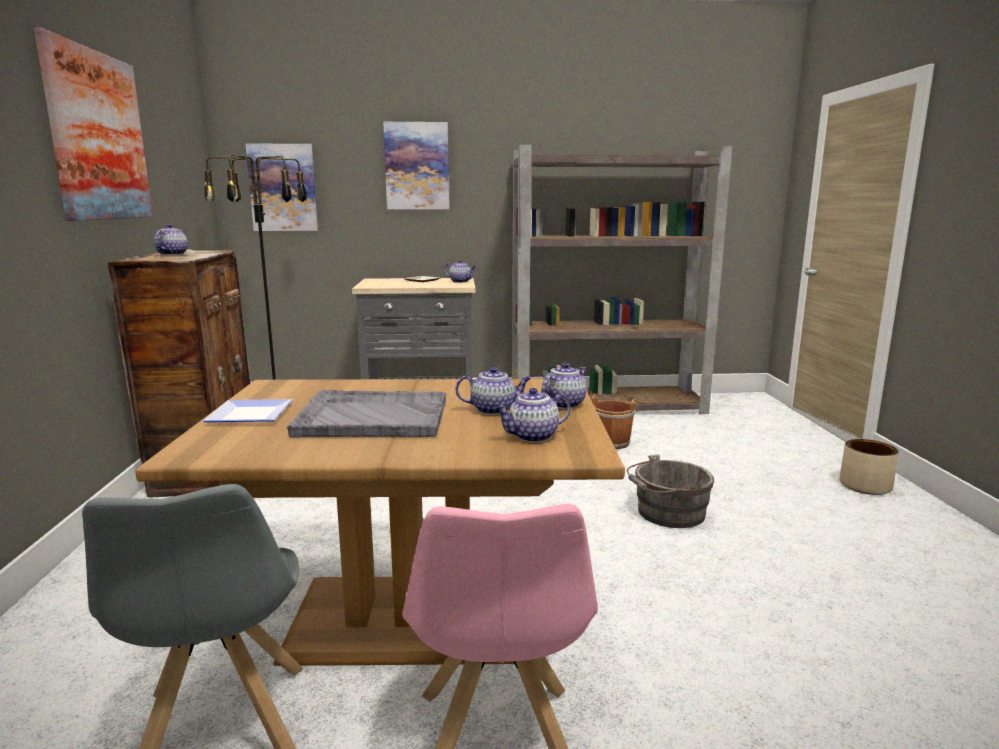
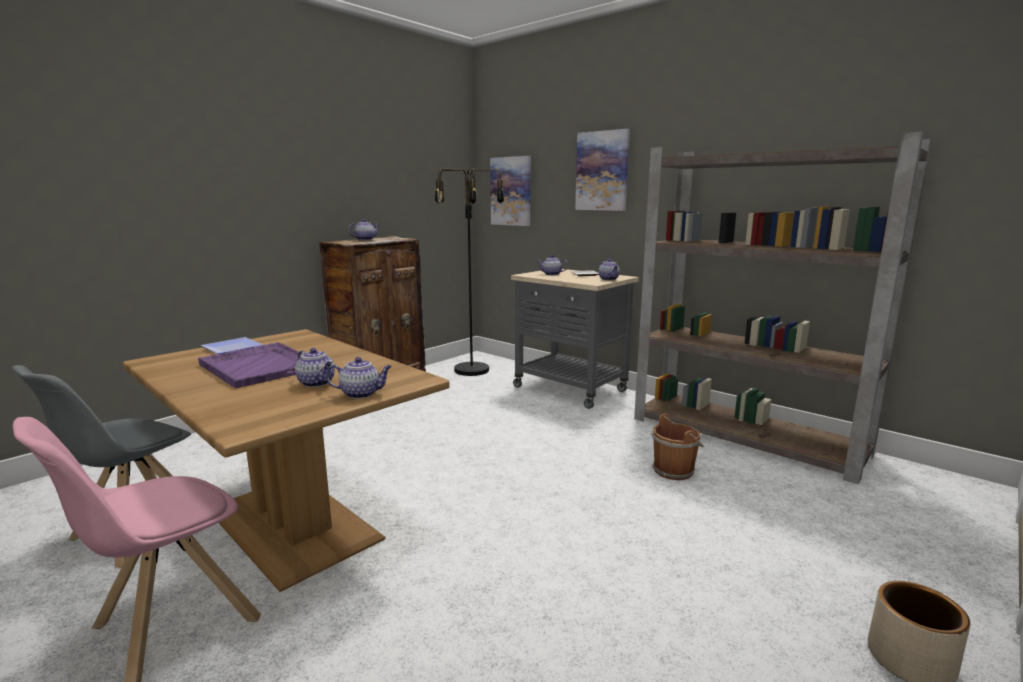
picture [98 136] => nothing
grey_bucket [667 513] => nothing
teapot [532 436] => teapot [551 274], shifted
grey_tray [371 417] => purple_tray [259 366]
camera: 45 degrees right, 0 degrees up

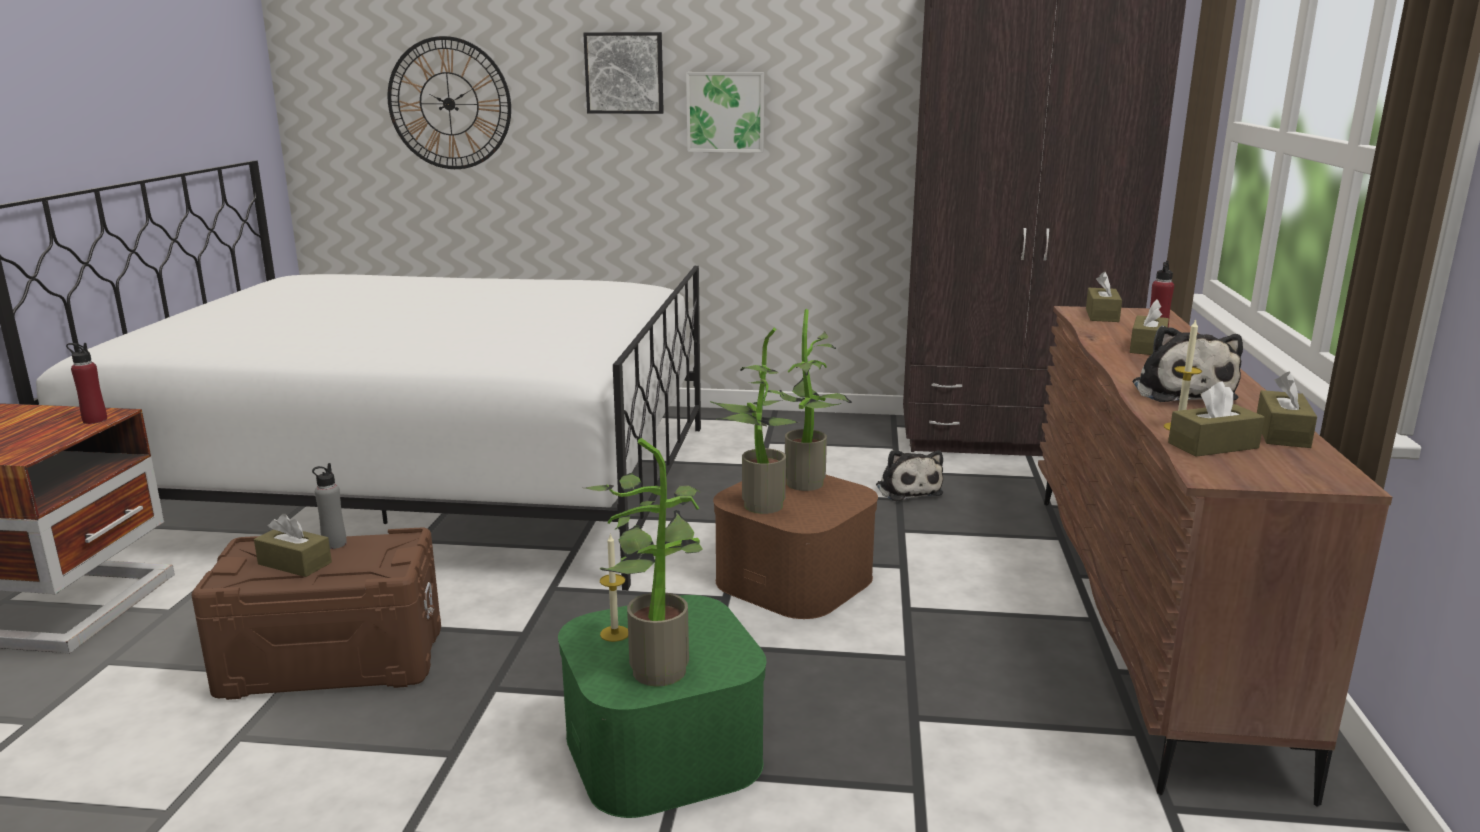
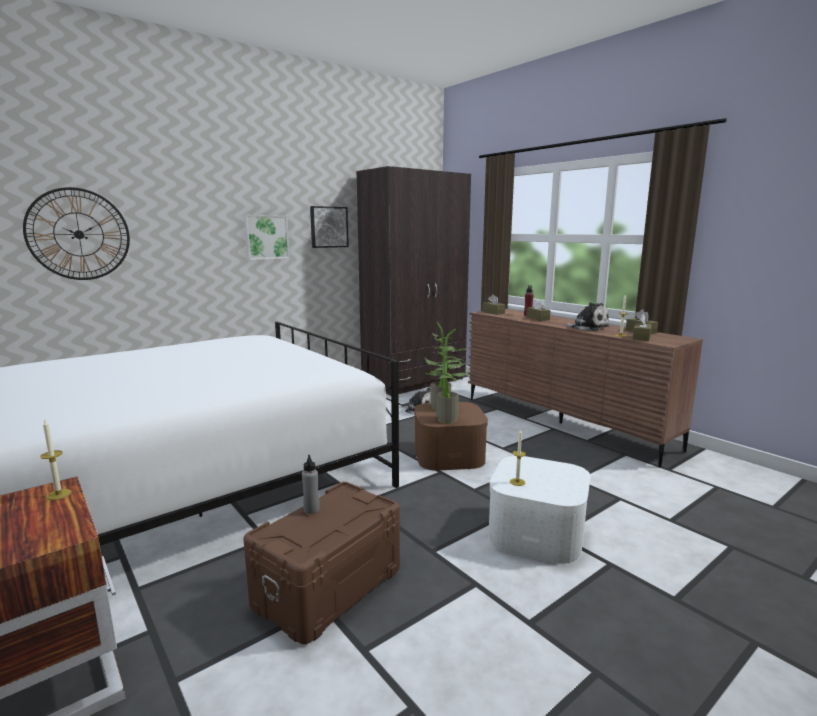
brown_tissue_box [295 563] => nothing
potted_plant [657 666] => nothing
picture [625 73] => picture [328 227], shifted
red_bottle [95 420] => candle [58 494]
green_storage_box [663 748] => white_storage_box [537 532]
camera: 45 degrees left, 5 degrees down

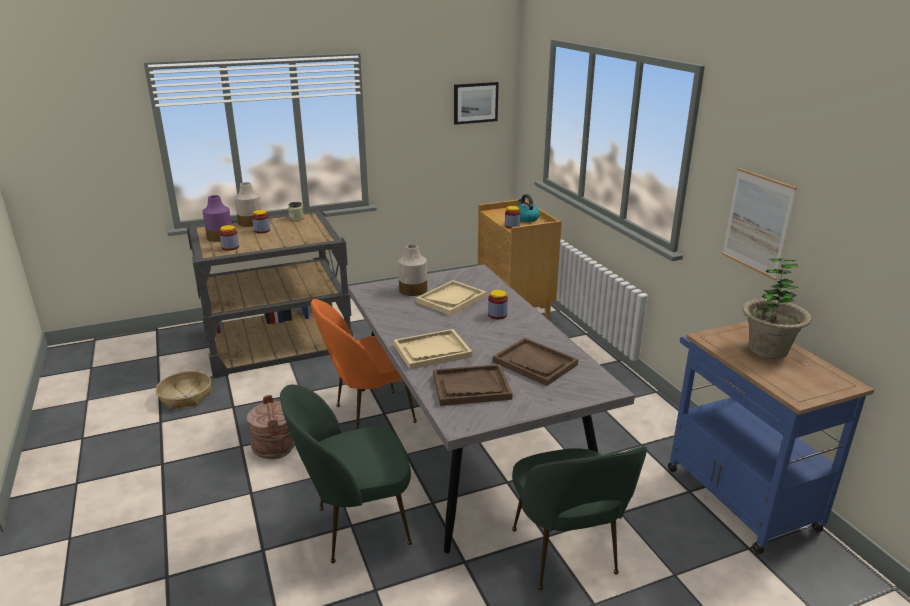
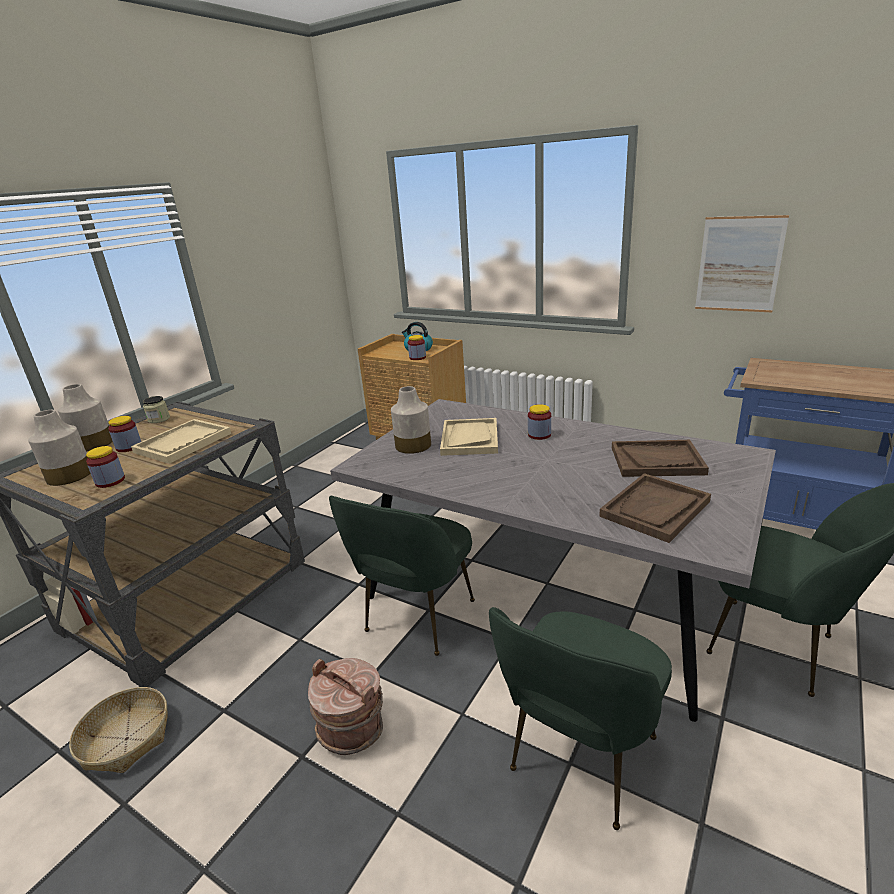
picture [475 102] => nothing
potted_plant [768 349] => nothing
beige_tray [432 351] => beige_tray [183 443], shifted
purple_vase [219 237] => beige_vase [69 475]
orange_chair [368 416] => green_chair [415 622]
camera: 35 degrees left, 0 degrees up

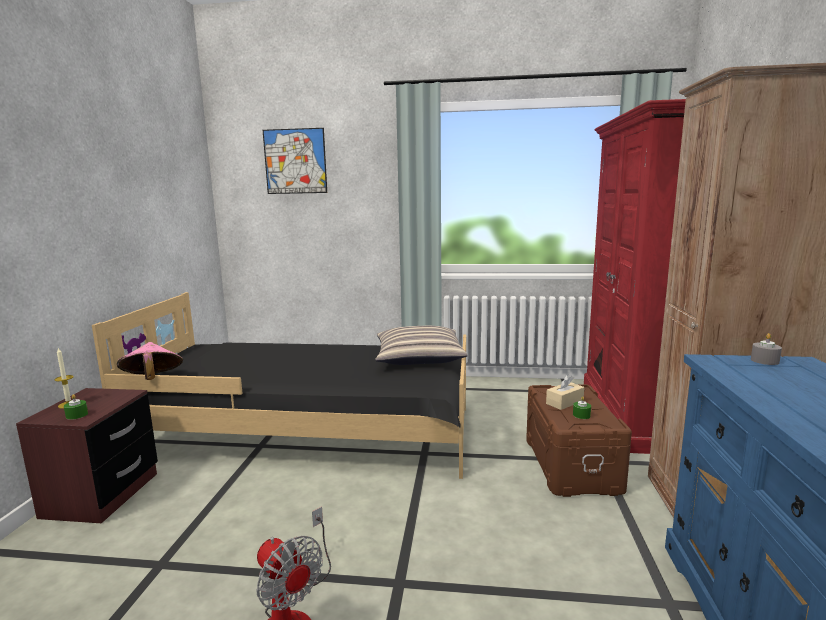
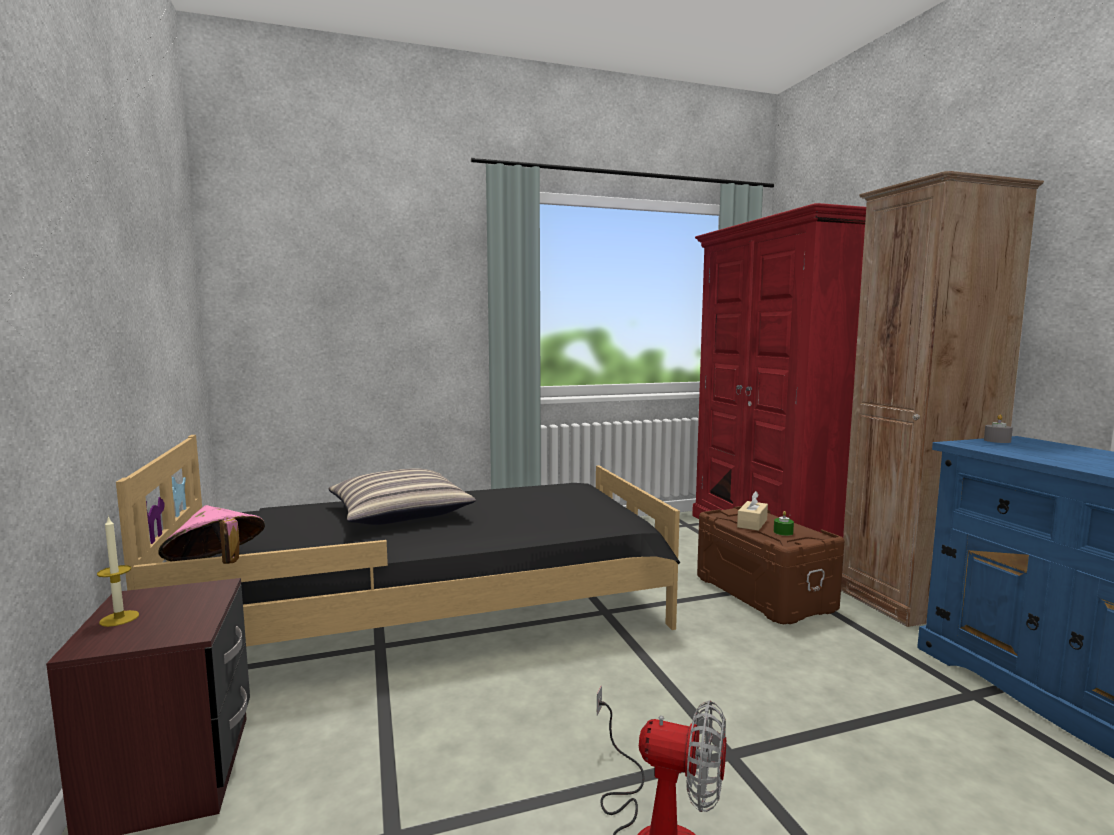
green_candle [77 415] => nothing
picture [295 161] => nothing
pillow [419 357] => pillow [400 513], shifted
camera: 25 degrees left, 5 degrees down

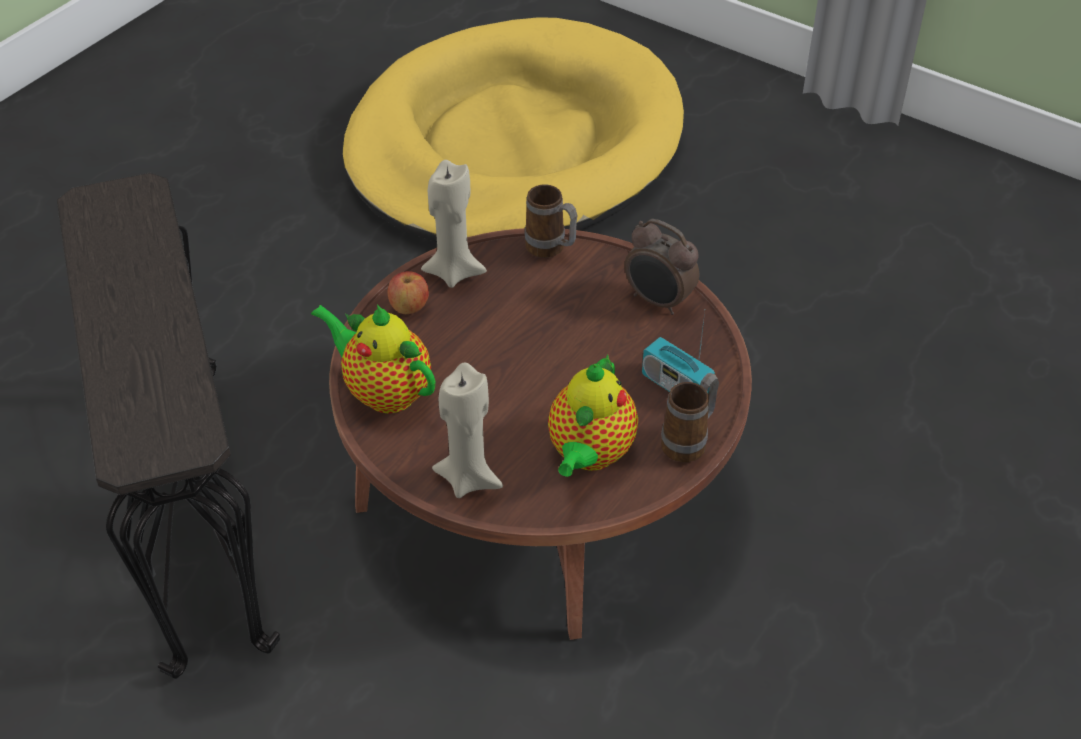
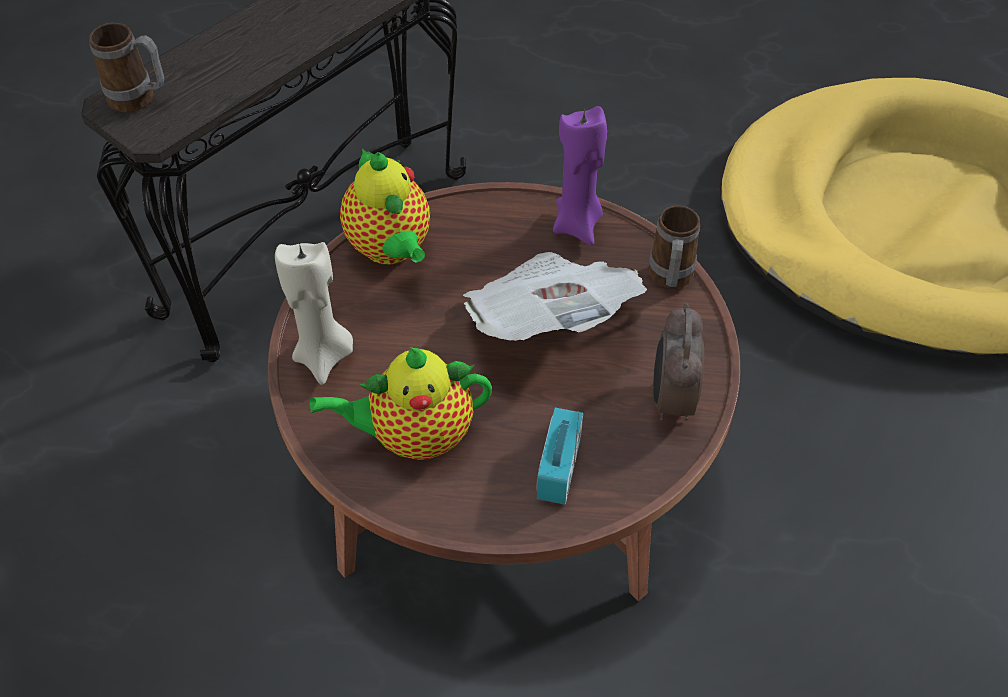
apple [409 307] => nothing
nothing => newspaper [549 324]
mug [689 441] => mug [140 100], shifted
beige_candle [454 272] => purple_candle [578 225]
teapot [384 391] => teapot [391 250], 150 degrees clockwise
camera: 60 degrees right, 5 degrees up

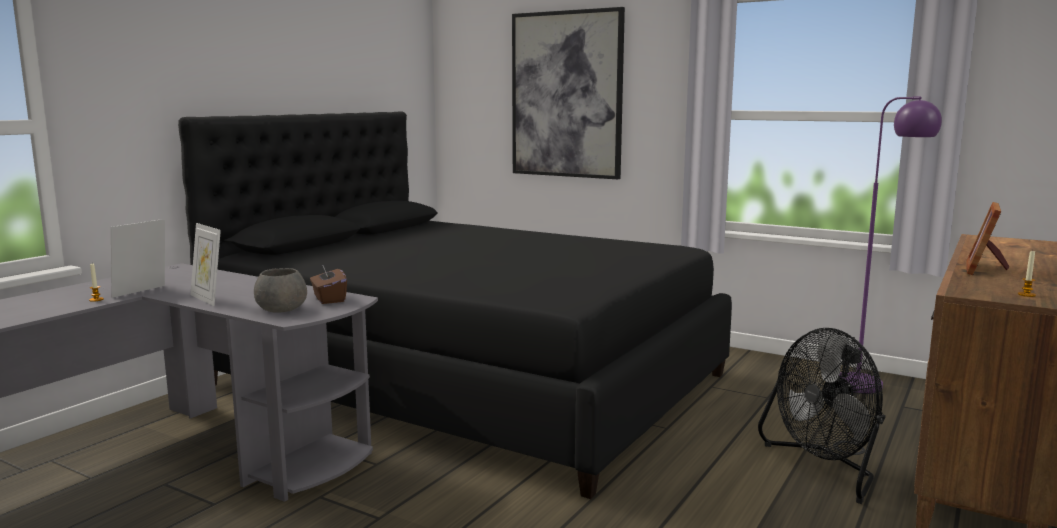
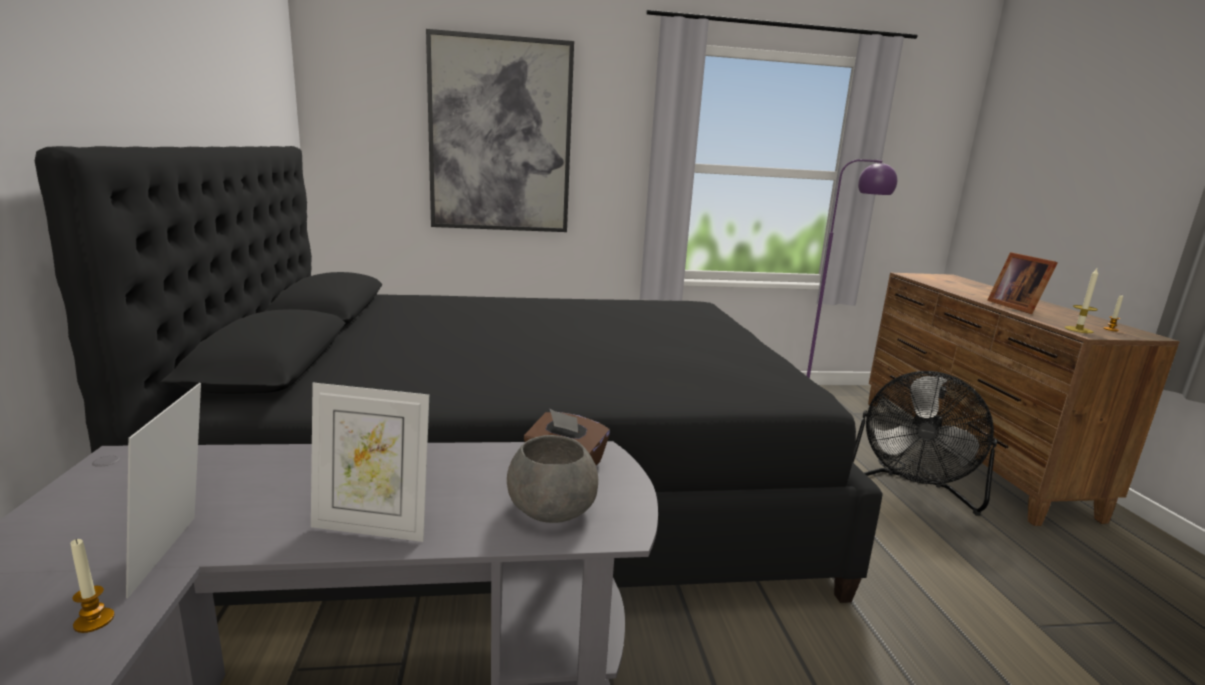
nothing => candle [1078 330]
camera: 40 degrees left, 5 degrees up

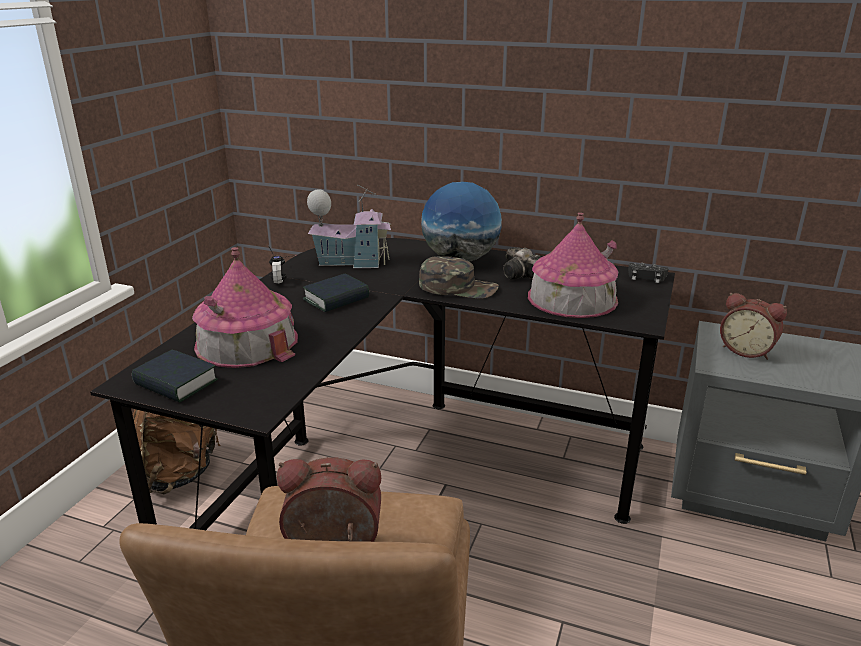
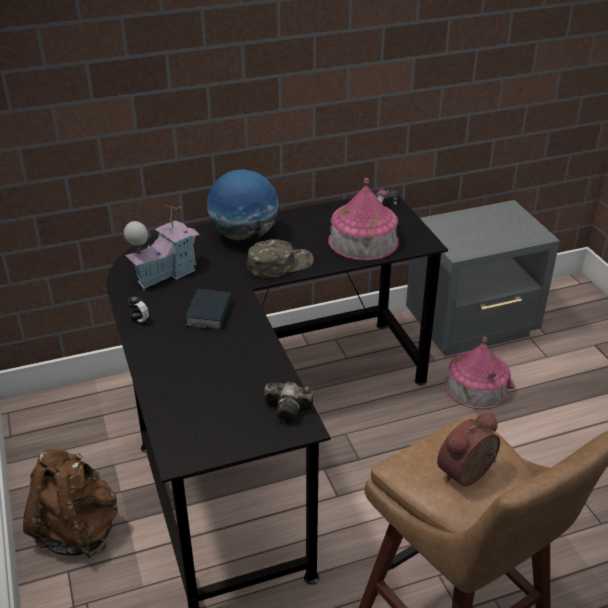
book [176 383] => nothing
alarm_clock [747 350] => nothing
toy_house [247 342] => toy_house [476 387], shifted
photo_camera [520 275] => photo_camera [290 410], shifted
camera: 40 degrees left, 10 degrees up

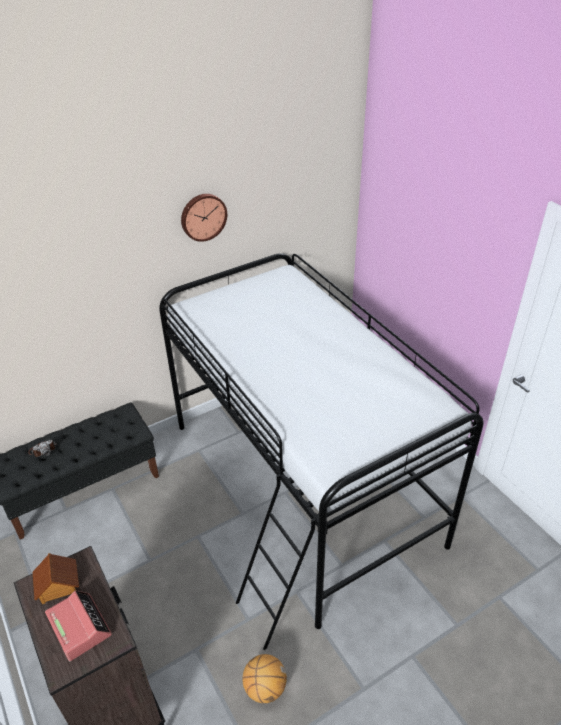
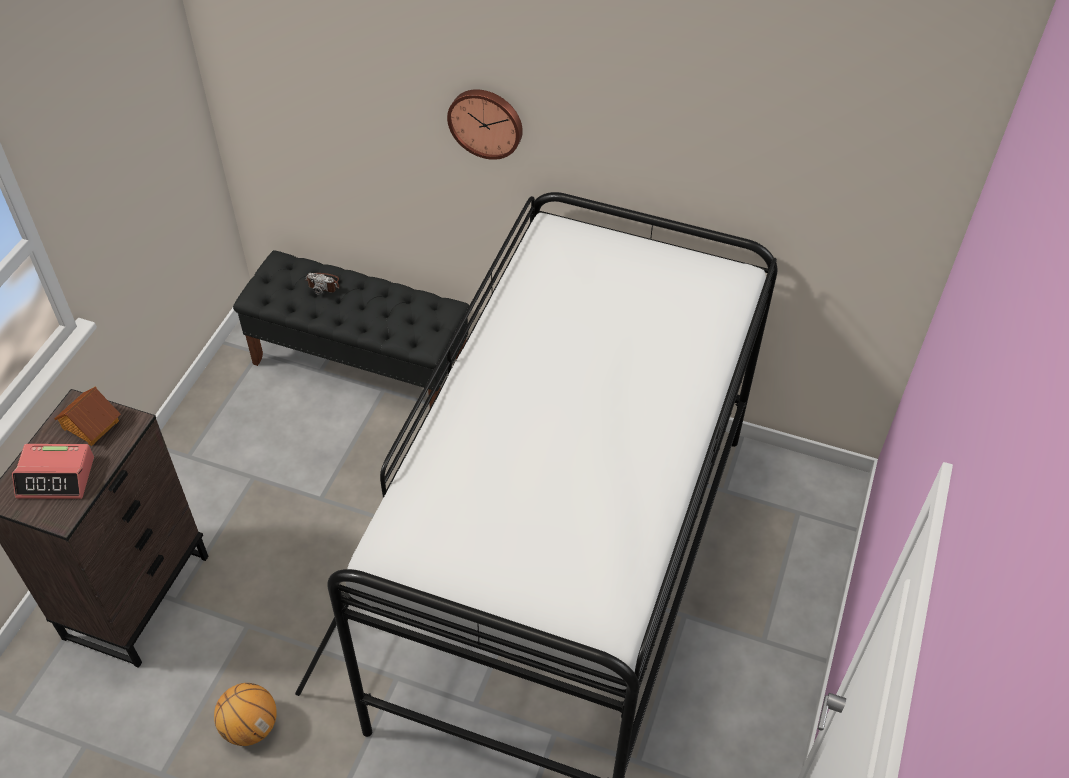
wall_clock [203 216] => wall_clock [486 122], shifted
alarm_clock [79 627] => alarm_clock [57 477], 75 degrees clockwise
camera: 50 degrees right, 10 degrees up

